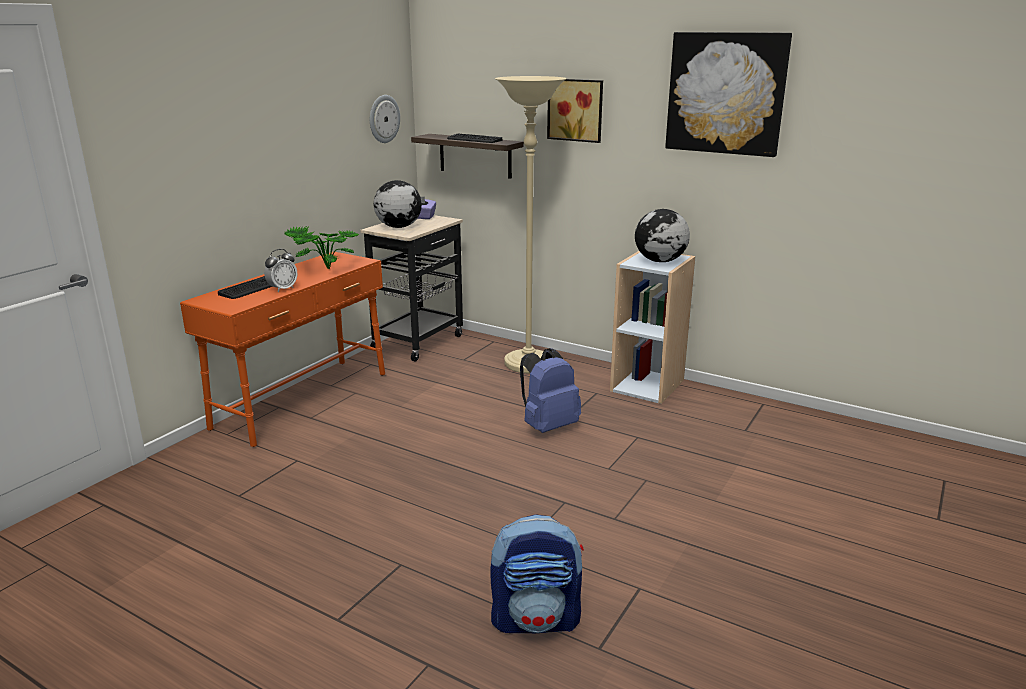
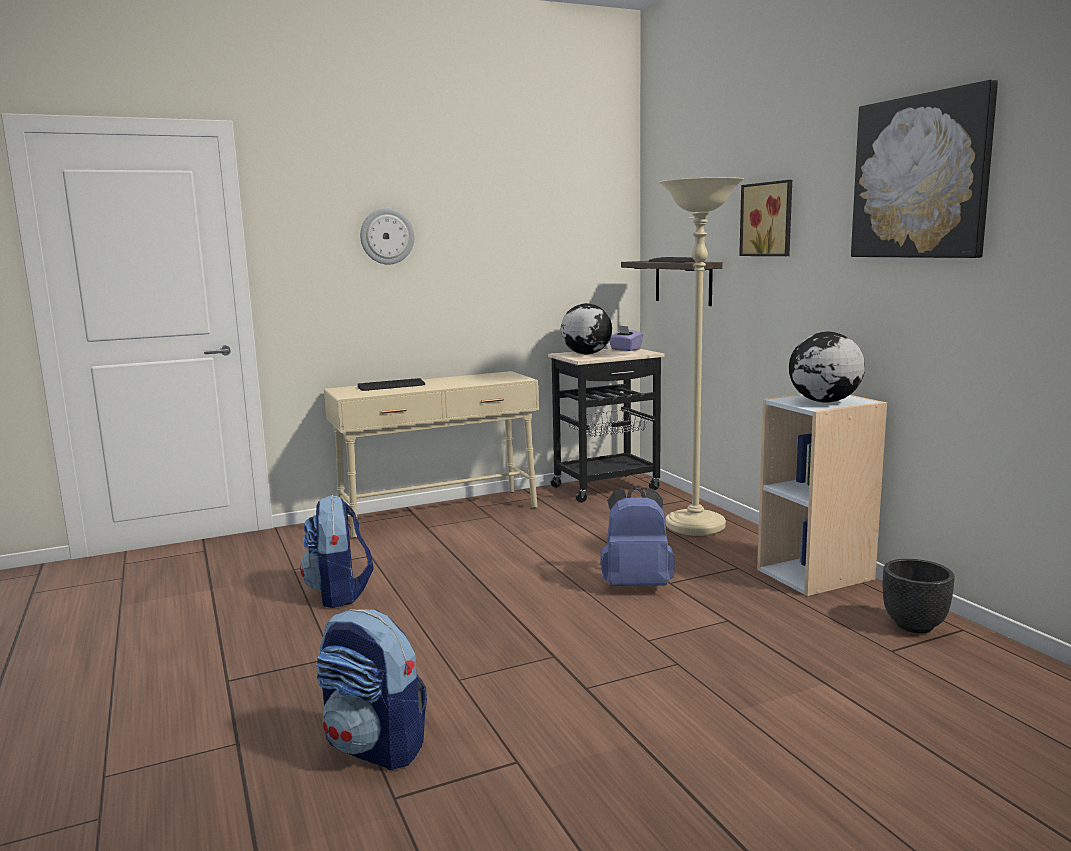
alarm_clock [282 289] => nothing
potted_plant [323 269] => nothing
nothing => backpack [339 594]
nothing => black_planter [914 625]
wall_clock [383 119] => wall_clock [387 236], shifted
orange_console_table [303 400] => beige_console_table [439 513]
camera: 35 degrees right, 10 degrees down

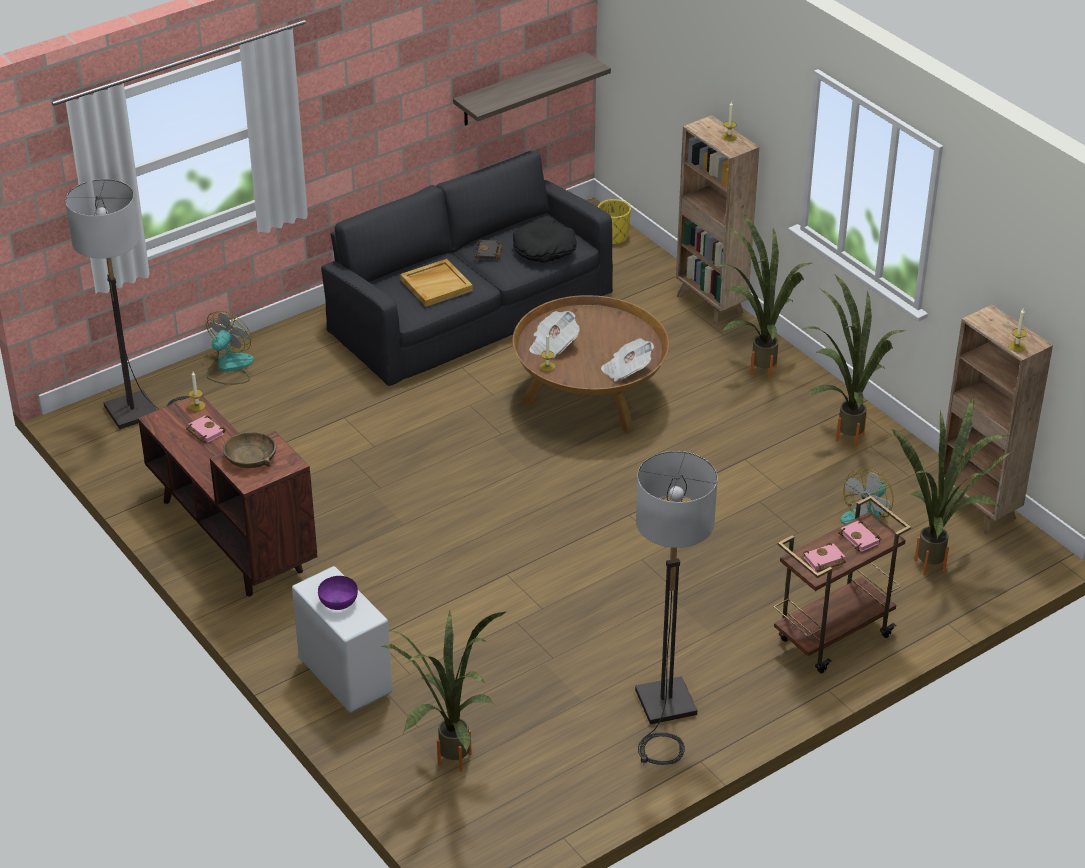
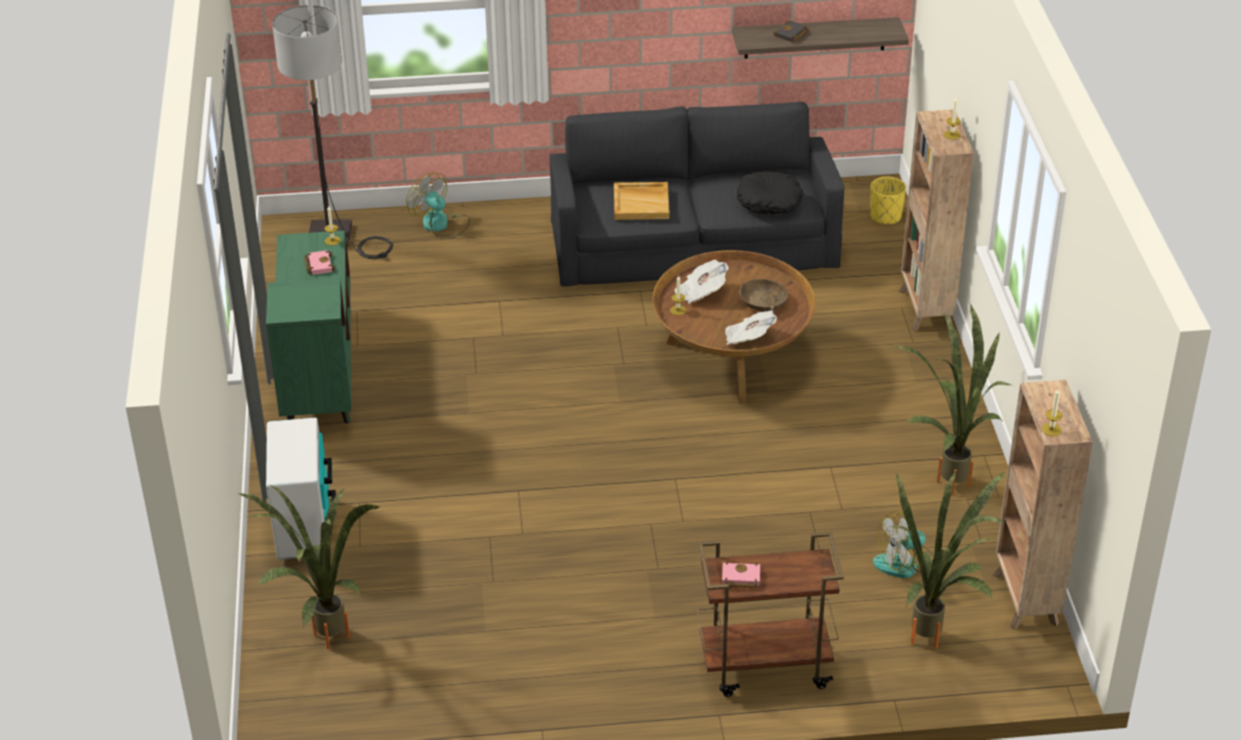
purple_bowl [339 602] => nothing
floor_lamp [664 717] => nothing
potted_plant [756 367] => nothing
pink_book [861 538] => nothing
brown_bowl [251 457] => brown_bowl [763 302], shifted
black_book [489 253] => black_book [791 35], shifted
brown_tv_stand [230 535] => green_tv_stand [318 369]
fan [229 367] => fan [441 225], 105 degrees counterclockwise
camera: 30 degrees right, 0 degrees up

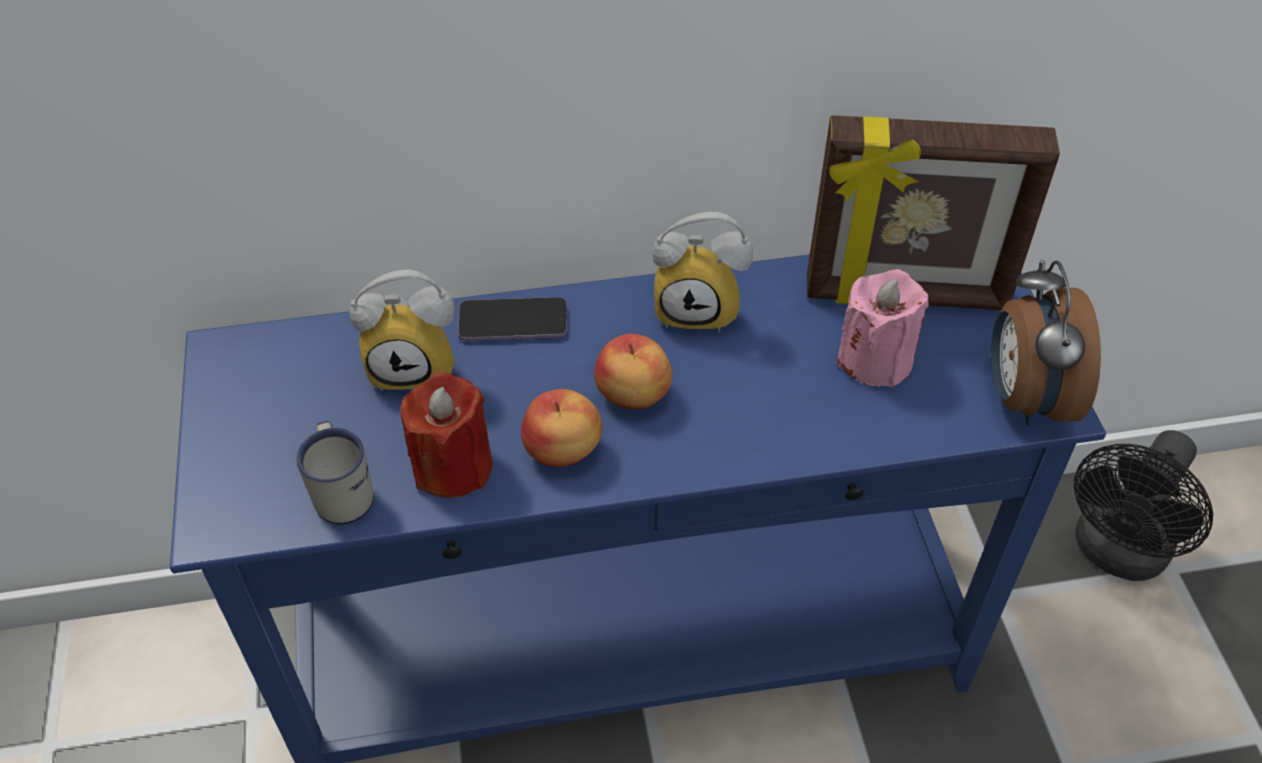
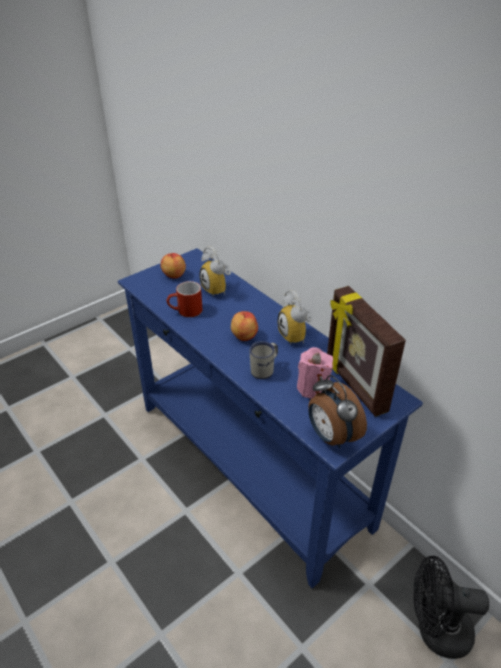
phone [513 322] => nothing
white_mug [343 491] => white_mug [265 369], shifted
apple [563 451] => apple [173 275], shifted
red_candle [453 466] => red_mug [185 311]
alarm_clock [1024 398] => alarm_clock [331 436], 90 degrees counterclockwise
camera: 60 degrees right, 10 degrees down

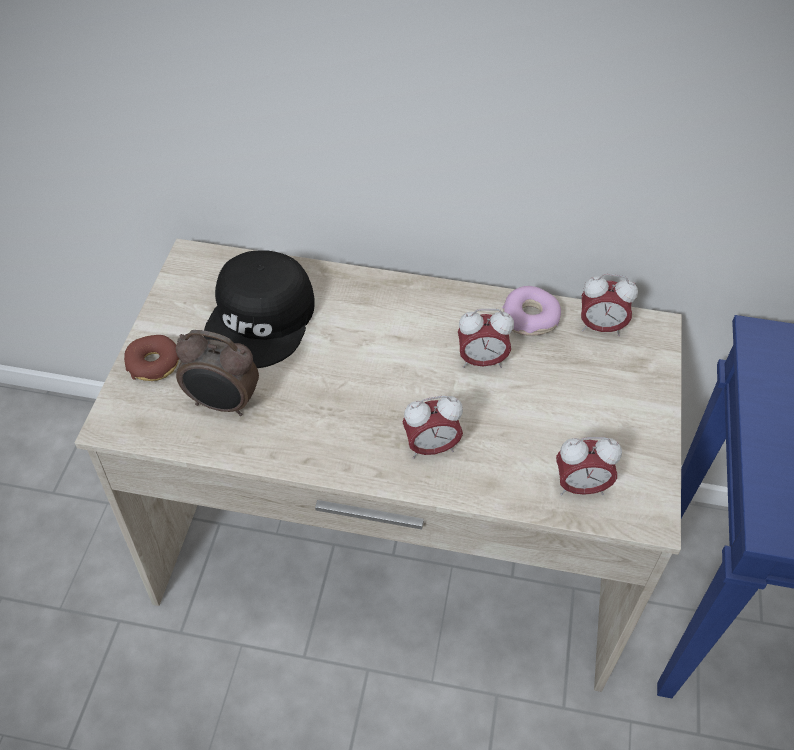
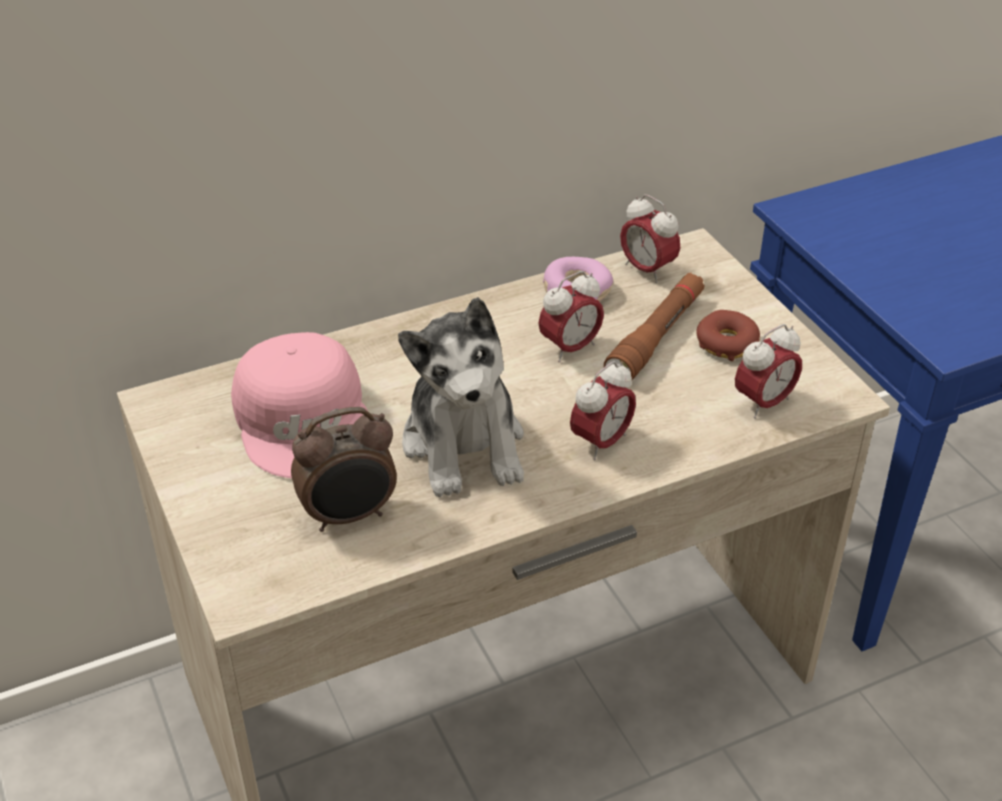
nothing => plush_toy [465 444]
nothing => brown_flashlight [656 337]
donut [154 364] => donut [726 343], shifted
black_cap [262 319] => pink_cap [306 419]
alarm_clock [600 327] => alarm_clock [647 270], 75 degrees clockwise
camera: 35 degrees left, 10 degrees down

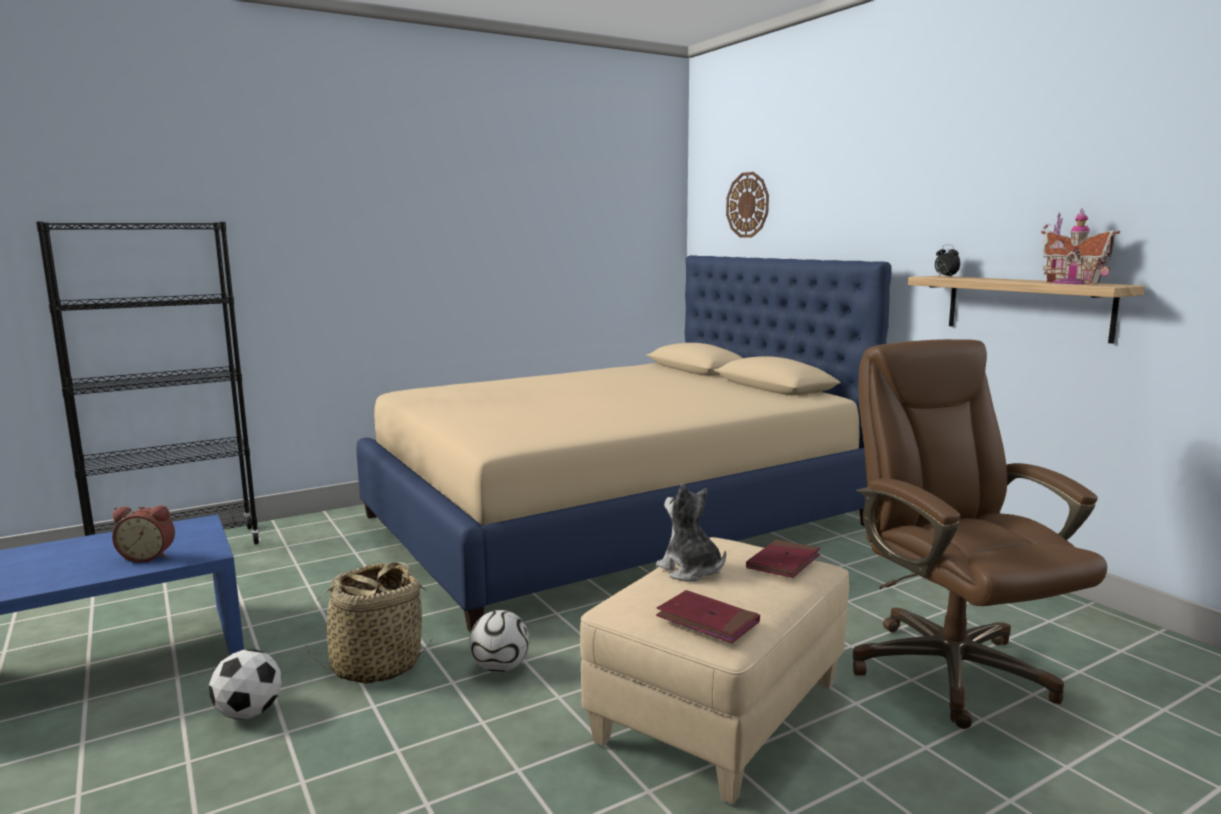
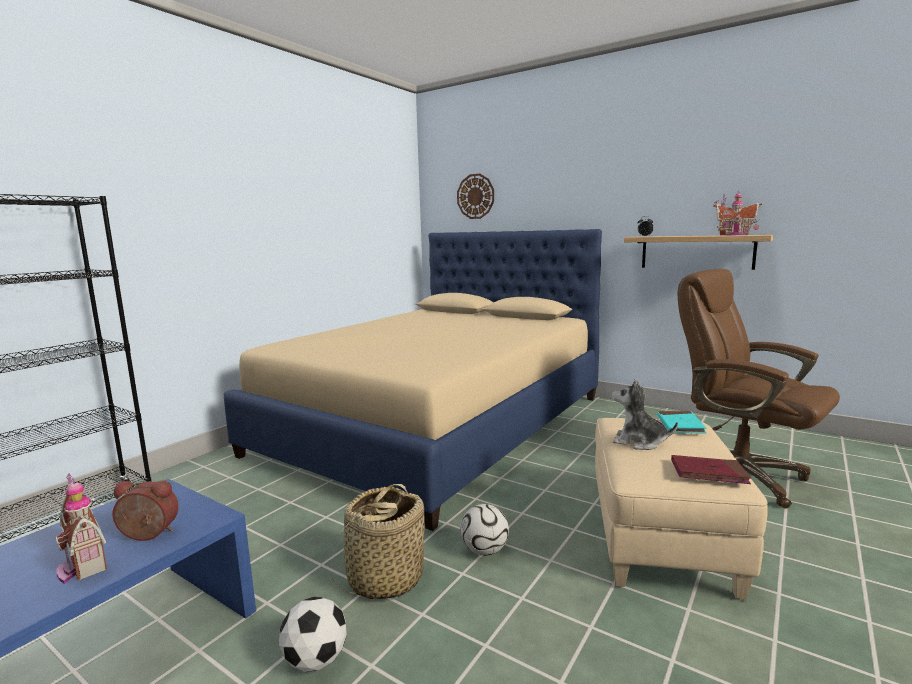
nothing => toy_house [81 566]
red_book [783 563] => turquoise_book [680 425]
alarm_clock [148 556] => alarm_clock [148 536], 150 degrees counterclockwise
camera: 25 degrees left, 0 degrees up

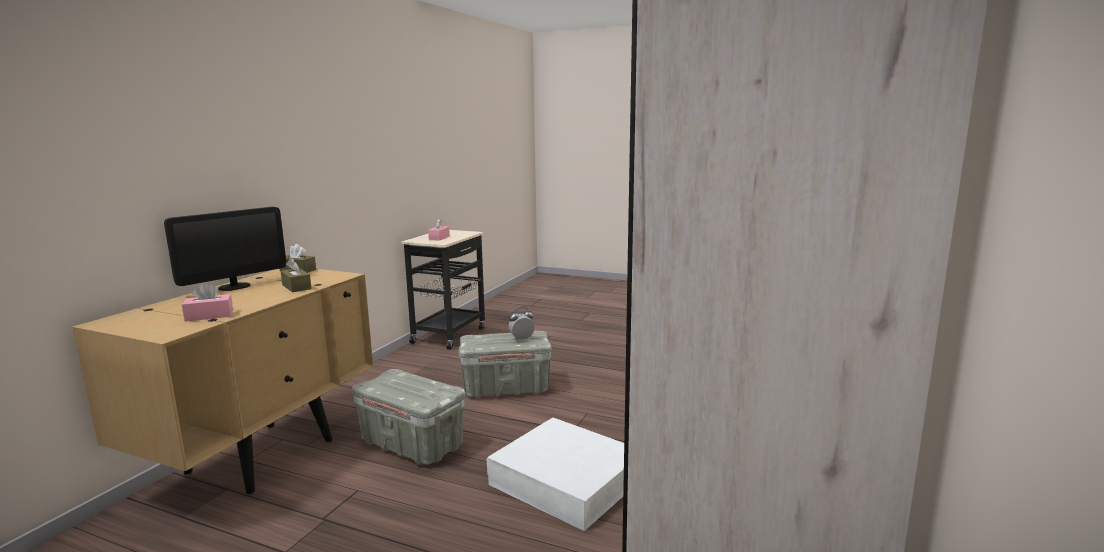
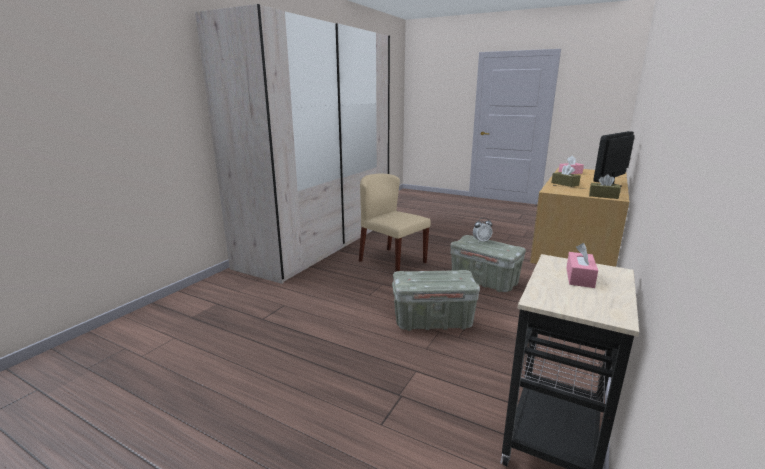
alarm_clock [521 339] => alarm_clock [481 241], shifted
white_storage_box [566 481] => beige_chair [392 261]
camera: 175 degrees left, 5 degrees up

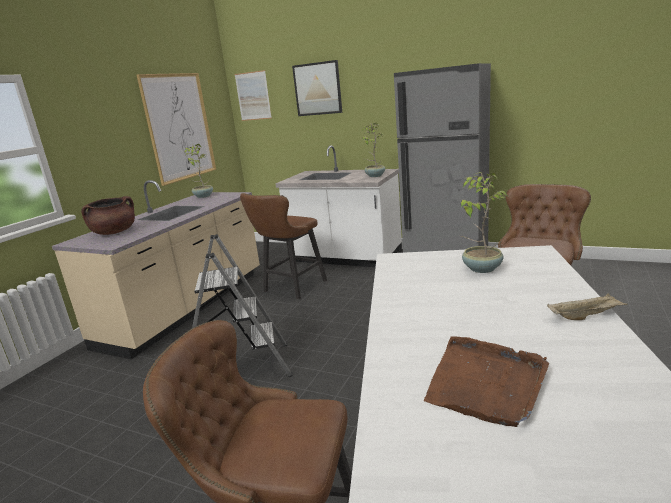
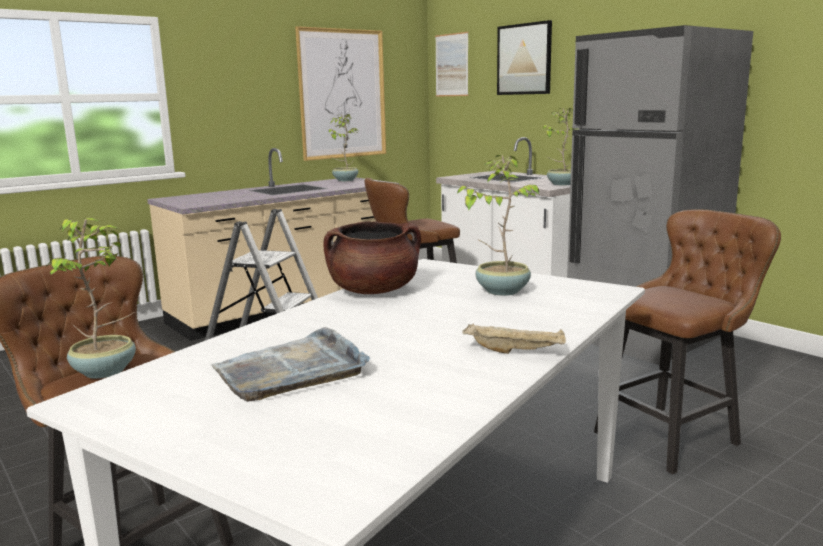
nothing => potted_plant [106 371]
brown_cooking_pot [114 232] => brown_cooking_pot [374 291], shifted
brown_tray [485 383] => grey_tray [291 370]
camera: 25 degrees right, 5 degrees down

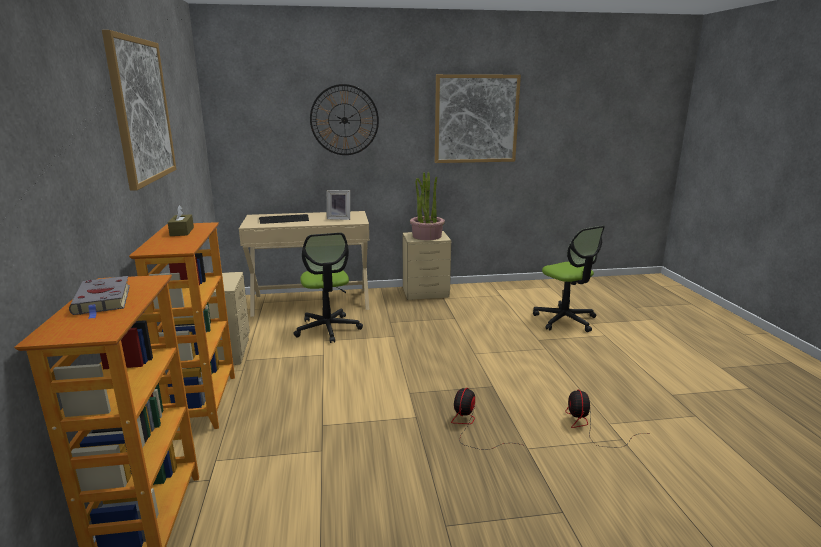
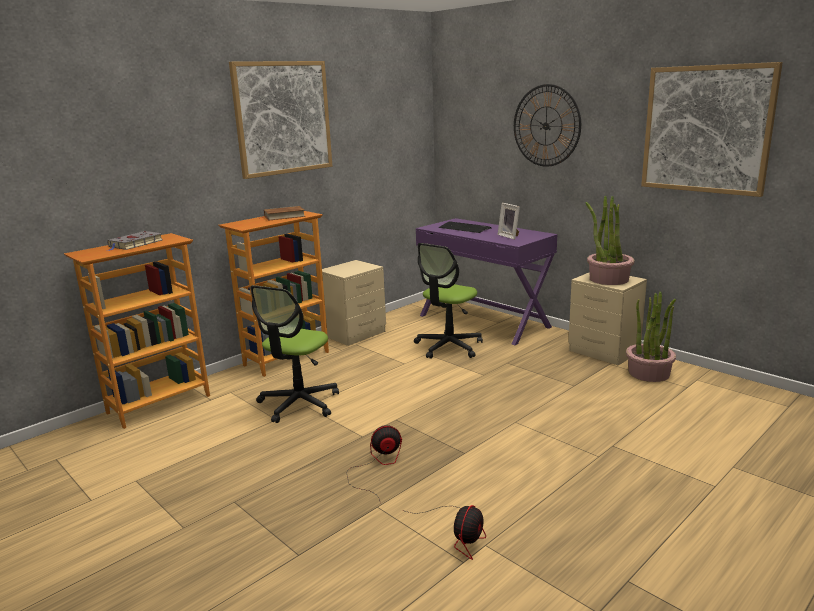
nothing => potted_plant [649 373]
office_chair [565 320] => office_chair [299 404], shifted
brown_tissue_box [182 231] => brown_book [284 216]
beige_desk [311 302] => purple_desk [484 321]
fan [590 427] => fan [460 534], 150 degrees clockwise
camera: 55 degrees right, 0 degrees up

